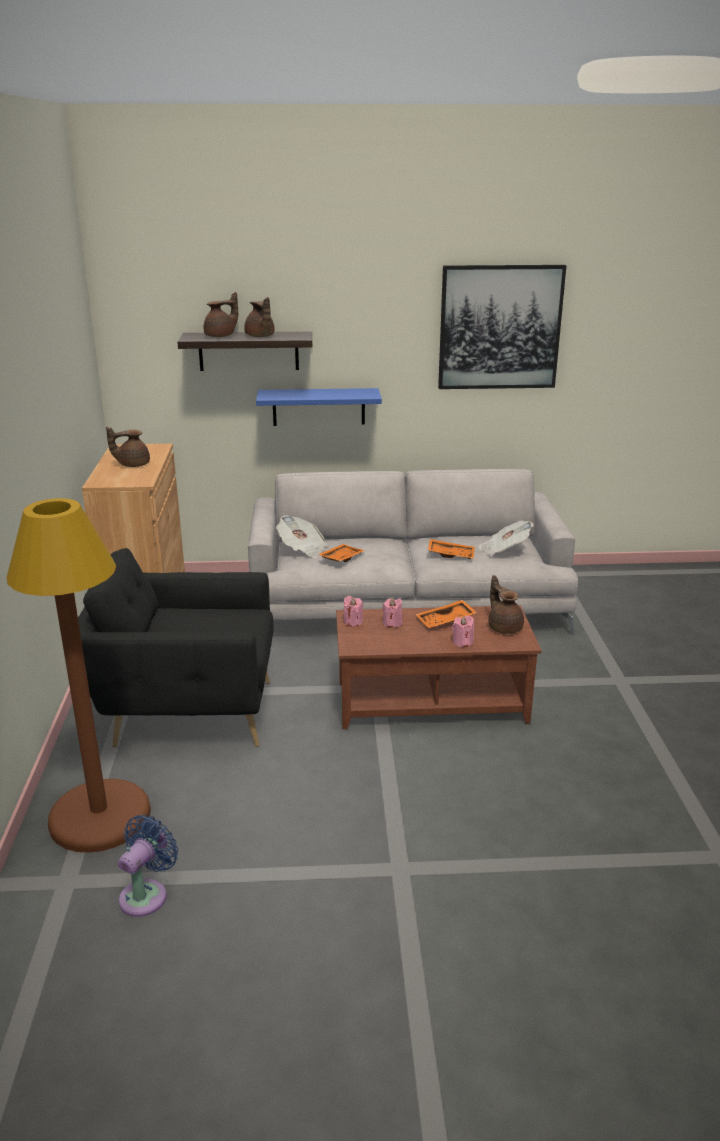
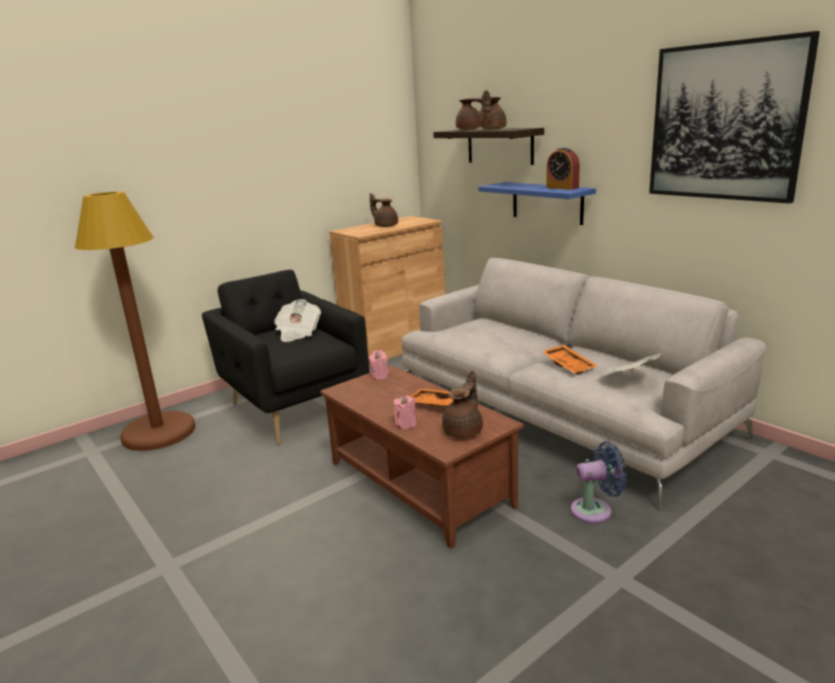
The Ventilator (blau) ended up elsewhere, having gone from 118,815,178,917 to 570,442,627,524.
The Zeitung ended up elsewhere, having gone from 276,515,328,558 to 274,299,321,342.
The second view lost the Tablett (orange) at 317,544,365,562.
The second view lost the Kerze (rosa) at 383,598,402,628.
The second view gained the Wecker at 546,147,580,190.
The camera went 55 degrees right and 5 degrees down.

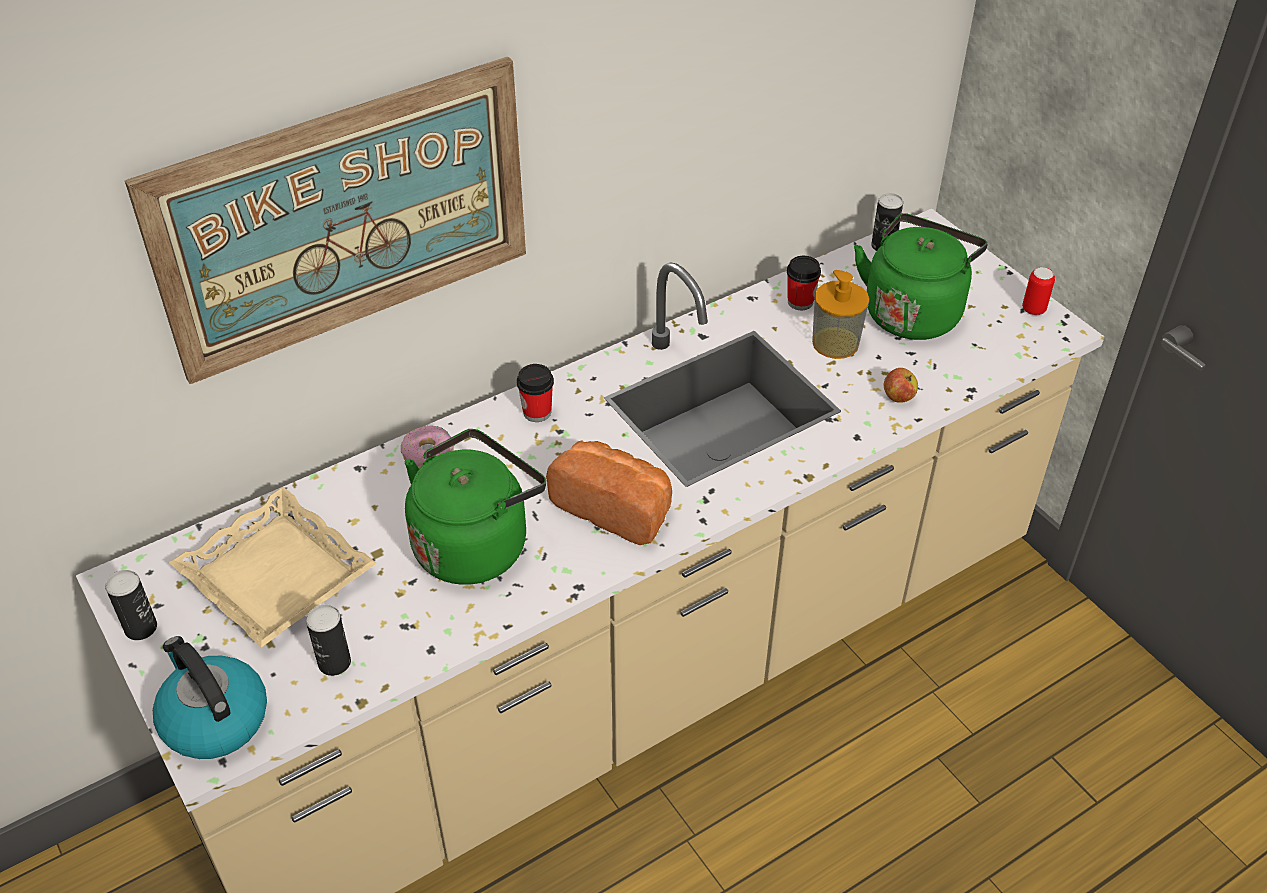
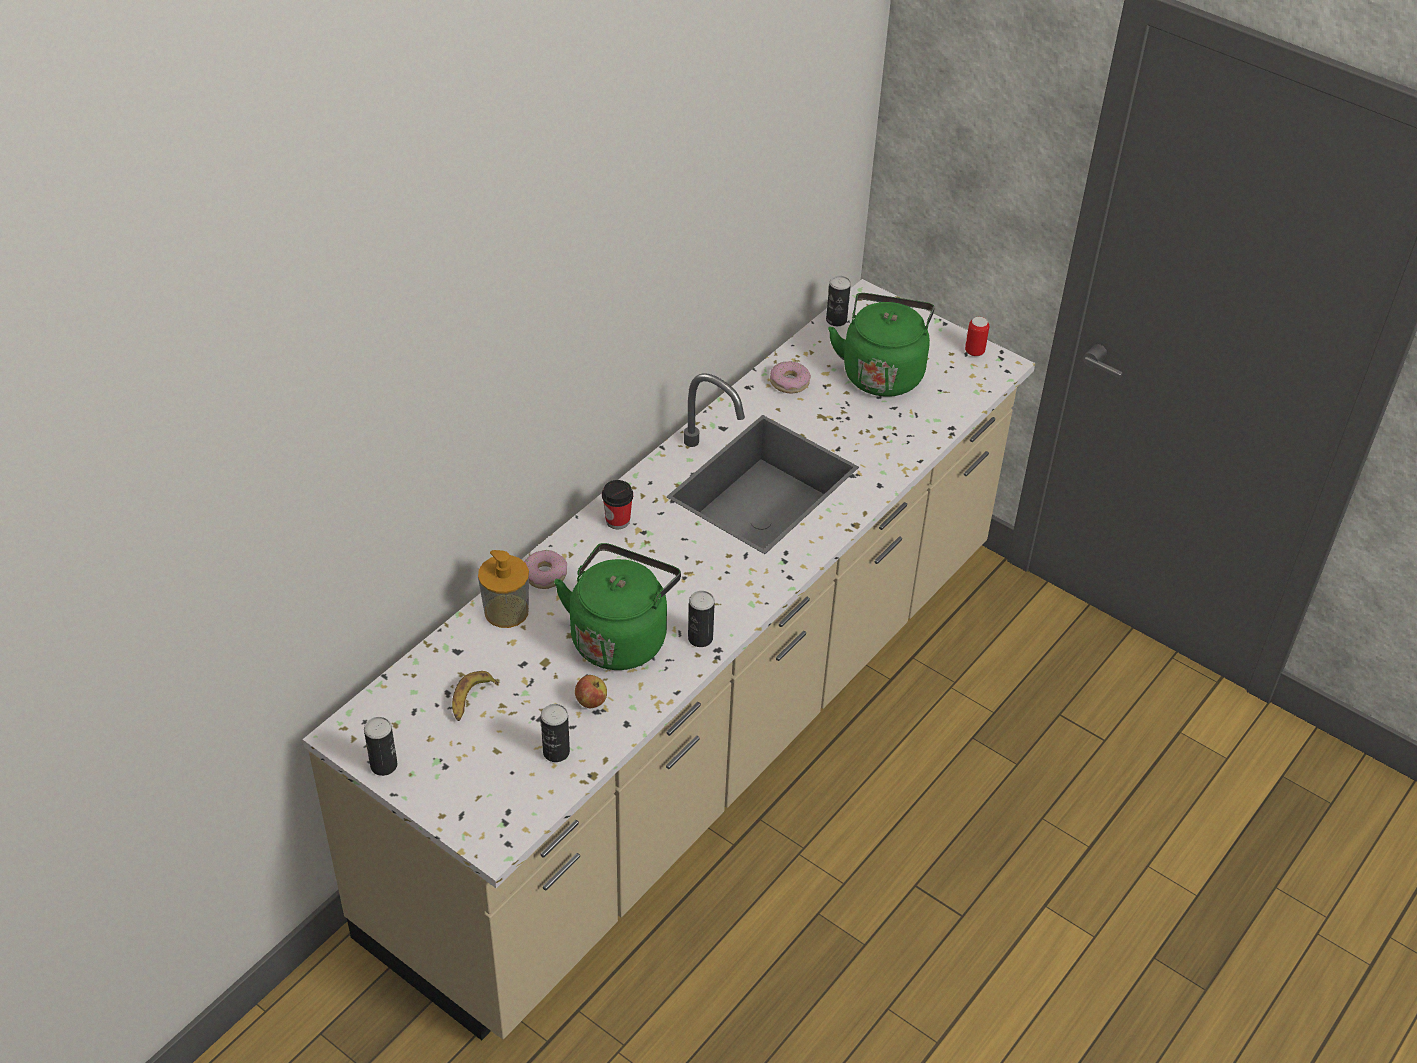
The second view lost the Bild at 125,57,526,384.
The second view lost the Wasserkessel at 153,636,267,759.
Where the Tablett (beige) stood at 169,487,377,648, the Banane came to stand at 452,671,498,721.
The second view lost the Brot at 546,440,672,545.
Where the Tasse stood at 787,256,821,310, the Donut came to stand at 770,361,811,393.
The Seifenspender ended up elsewhere, having gone from 812,270,869,359 to 478,550,529,628.
The Apfel ended up elsewhere, having gone from 884,368,918,403 to 575,675,607,708.
The second view gained the Dose at 688,591,715,647.
The camera went 20 degrees left and 0 degrees up.

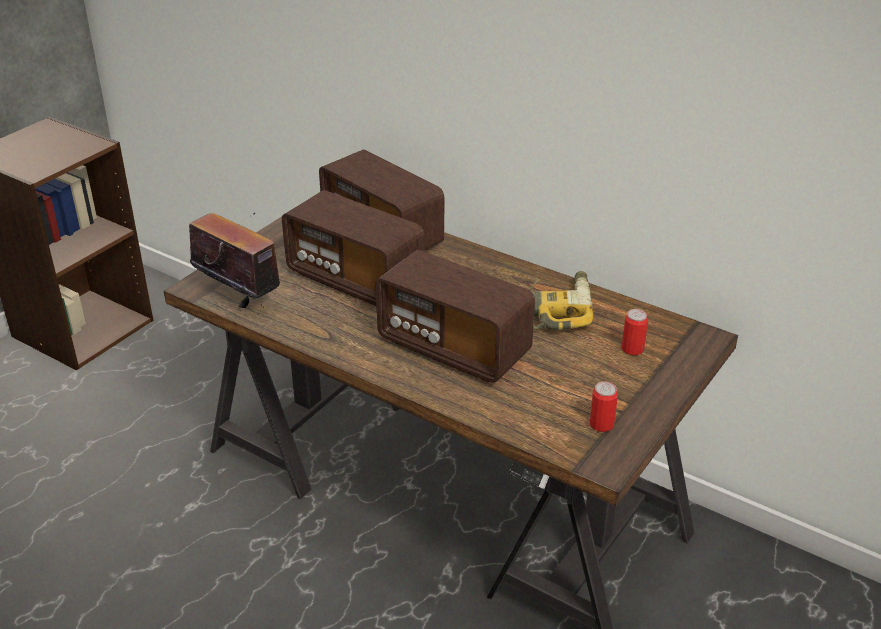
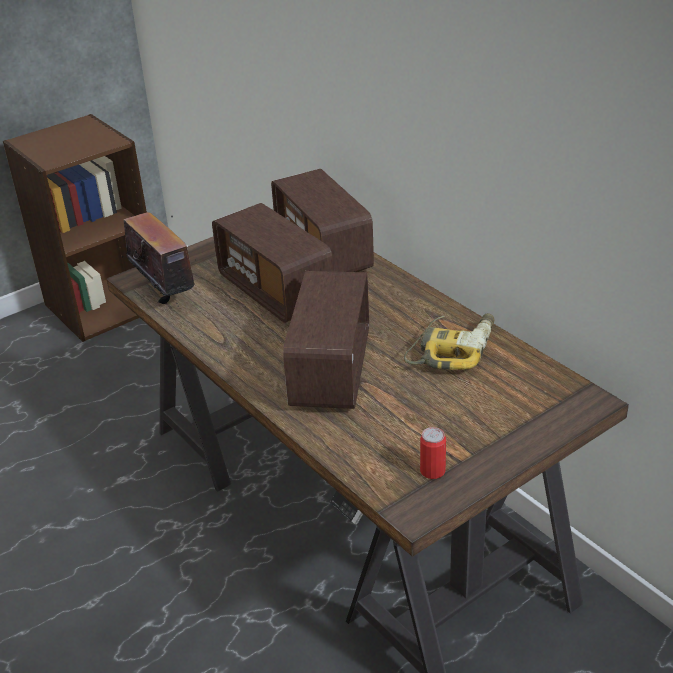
The Radio at 375,250,535,383 ended up facing another way, 135 degrees counterclockwise from before.
The second view lost the Dose at 622,309,648,355.
The camera went 20 degrees right and 0 degrees up.

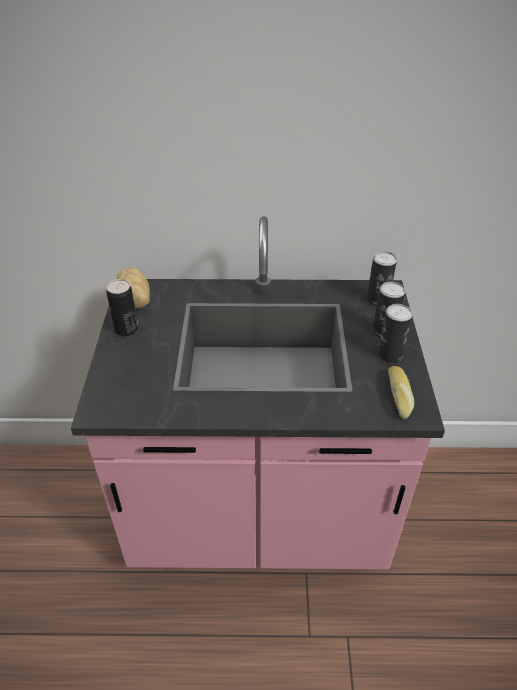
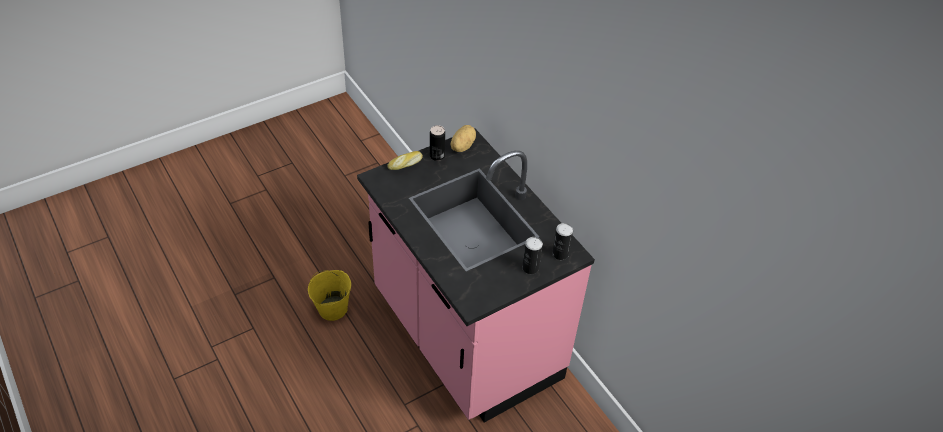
The second view lost the Dose at 378,304,413,363.
The Brot ended up elsewhere, having gone from 388,366,414,419 to 387,151,423,170.
The second view gained the Eimer (gelb) at 308,270,351,321.
The camera went 55 degrees right and 5 degrees up.

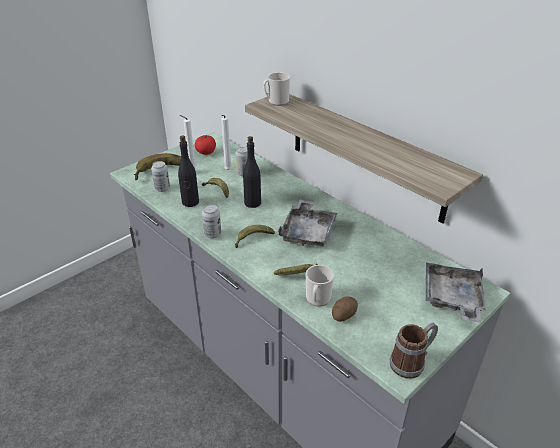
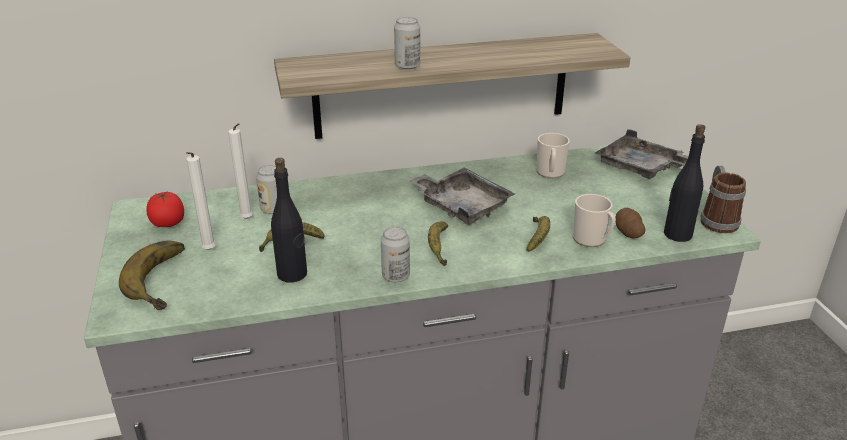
The Dose ended up elsewhere, having gone from 151,161,170,192 to 394,17,420,70.
The Flasche (schwarz) ended up elsewhere, having gone from 243,136,261,208 to 664,124,706,242.
The Henkelbecher ended up elsewhere, having gone from 263,72,290,106 to 537,133,570,178.
The camera went 60 degrees left and 5 degrees down.

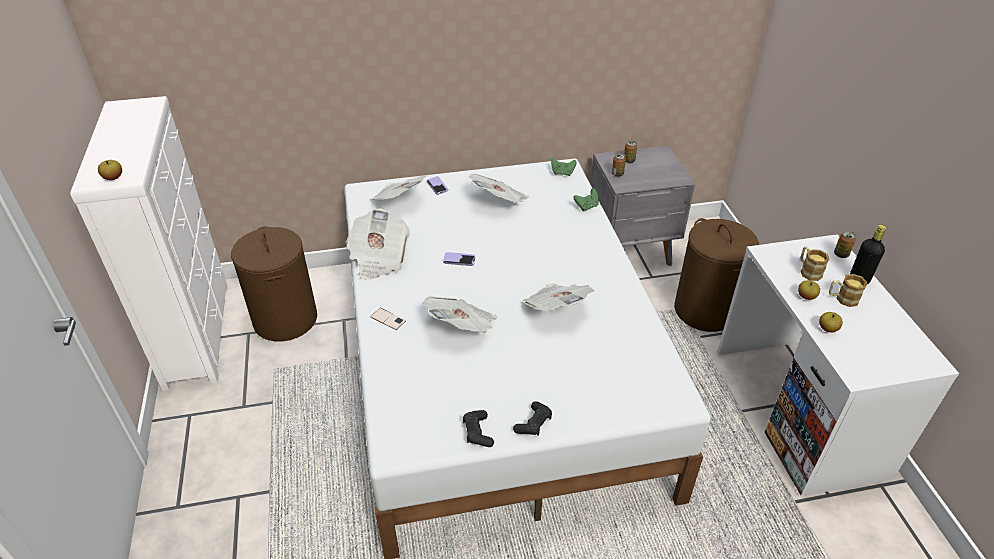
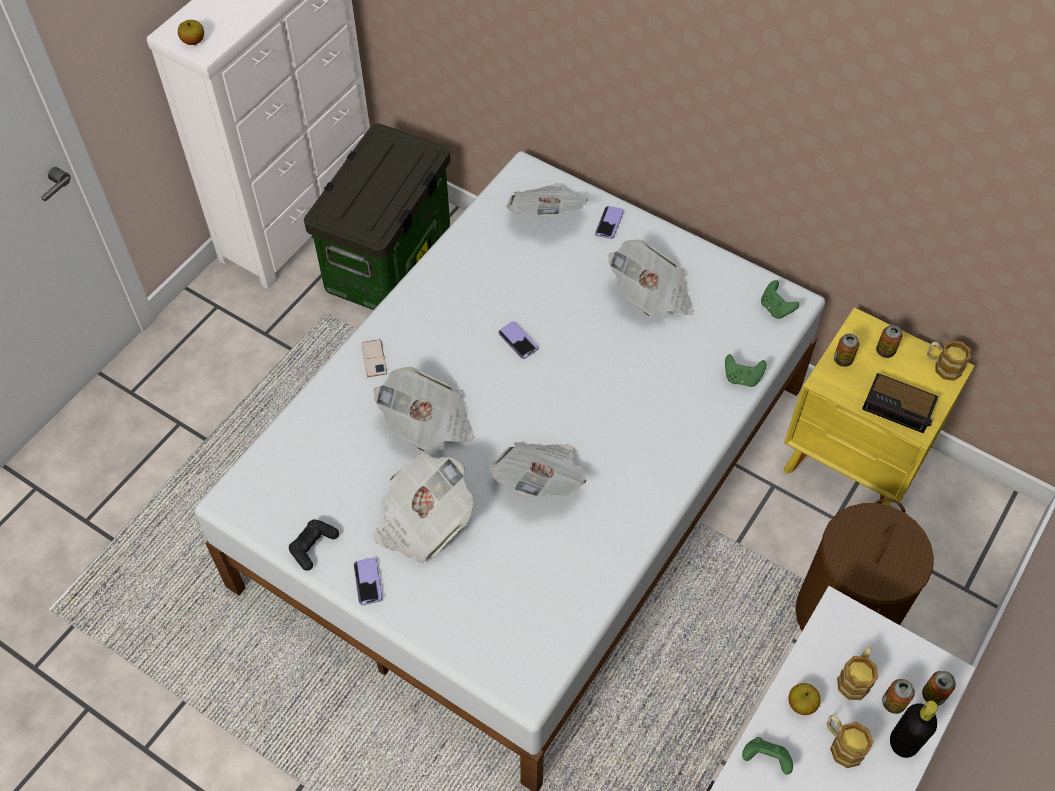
Where the Wäschekorb (braun) stood at 231,226,317,342, the Aufbewahrungsbox came to stand at 304,123,451,310.
The Zeitung ended up elsewhere, having gone from 346,208,410,280 to 373,453,473,563.
Where the Gamepad (schwarz) stood at 513,401,552,436, the Handy came to stand at 354,557,382,605.
What was the Nachttisch (grau) at 590,146,695,266 turned into the Nachttisch (gelb) at 783,307,975,506.
Where the Apfel stood at 819,312,843,333, the Gamepad (grün) came to stand at 742,737,793,775.
The second view gained the Wecker at 862,373,938,433.
The second view gained the Dose at 882,679,915,714.
The second view gained the Henkelbecher at 927,340,971,381.
The camera went 45 degrees right and 15 degrees up.

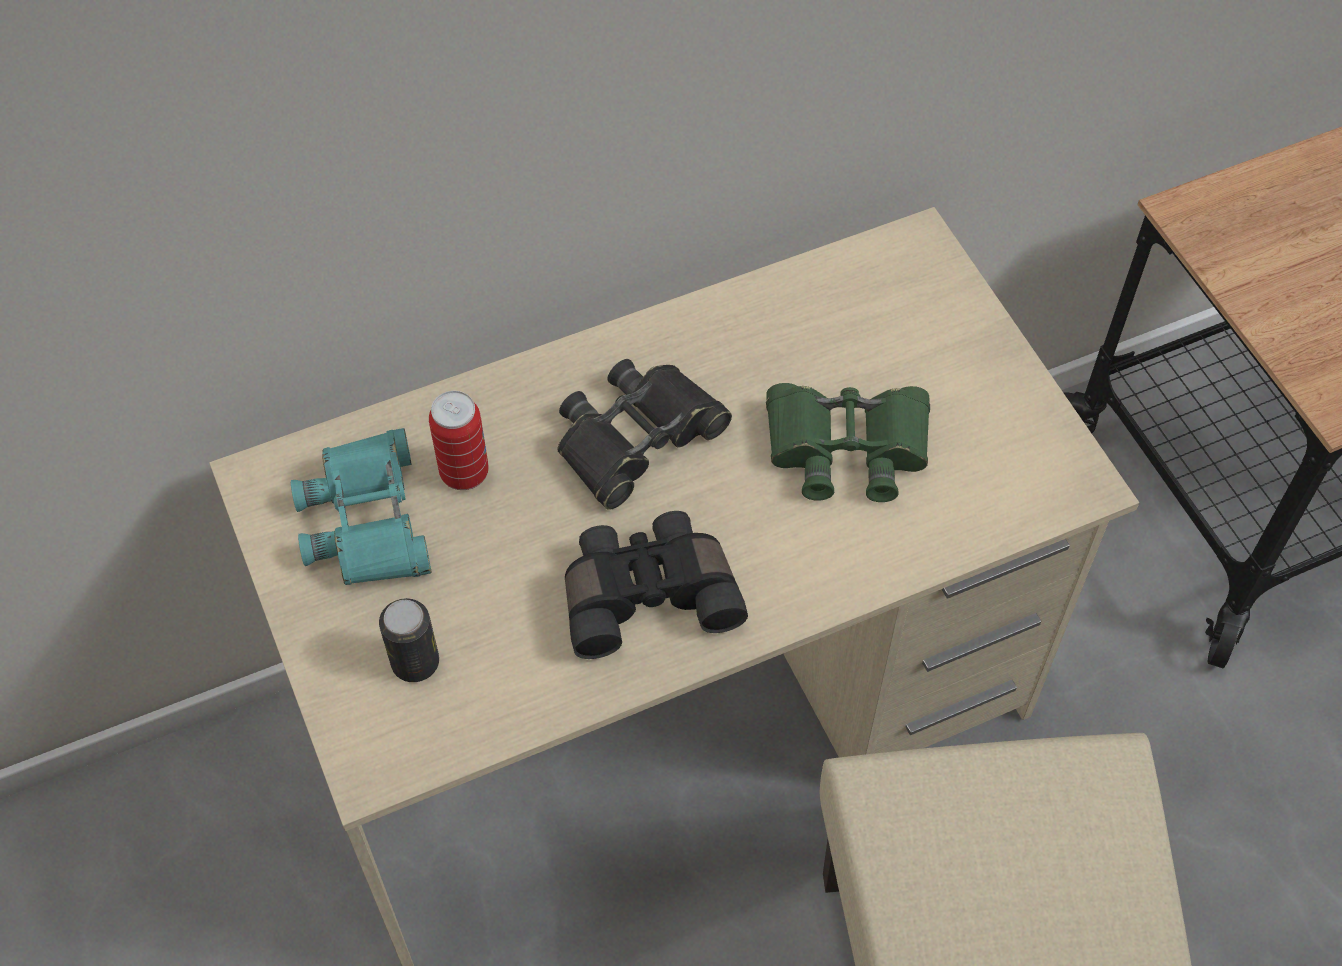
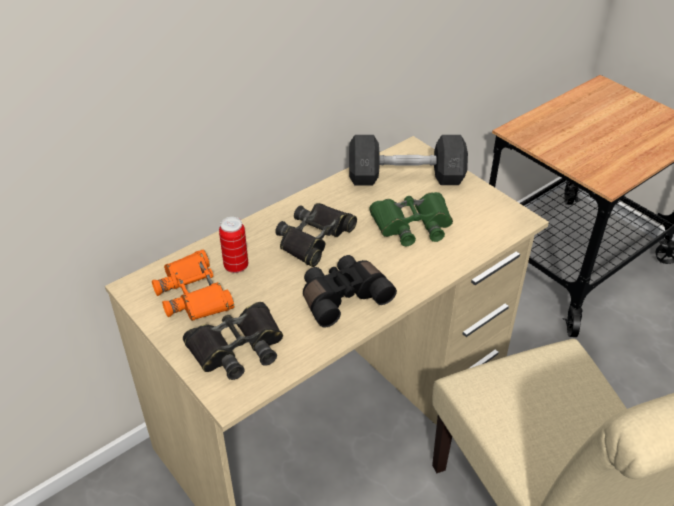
What was the Fernglas (türkis) at 291,428,432,585 turned into the Fernglas (orange) at 152,250,234,321.
Where the Dose stood at 379,598,439,682, the Fernglas (schwarz) came to stand at 183,302,283,380.
The second view gained the Hantel (grau) at 349,135,468,185.
The camera went 15 degrees left and 15 degrees down.

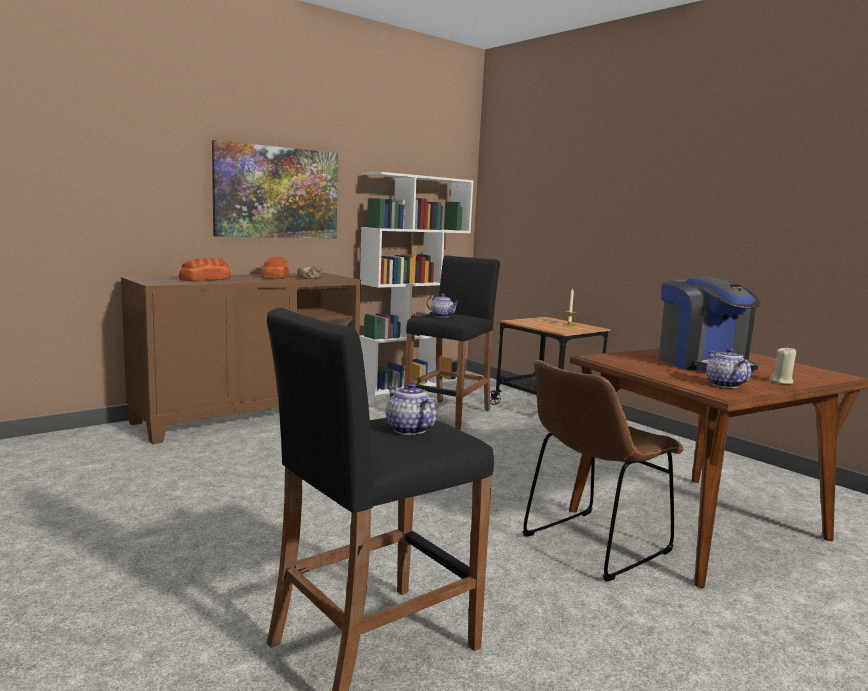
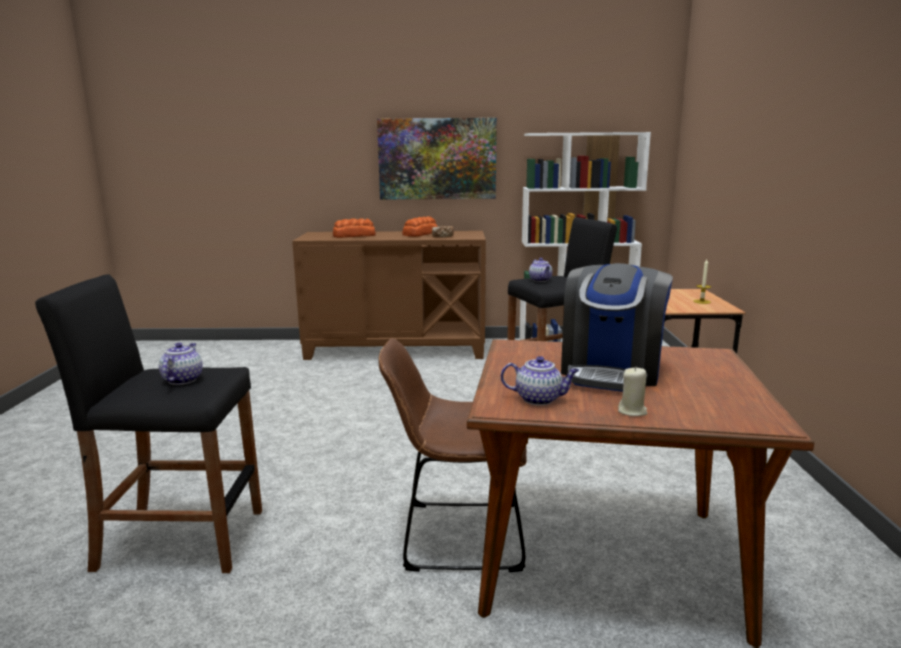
The Teekanne at 706,348,751,388 ended up facing another way, 75 degrees clockwise from before.
The camera went 40 degrees right and 5 degrees up.

